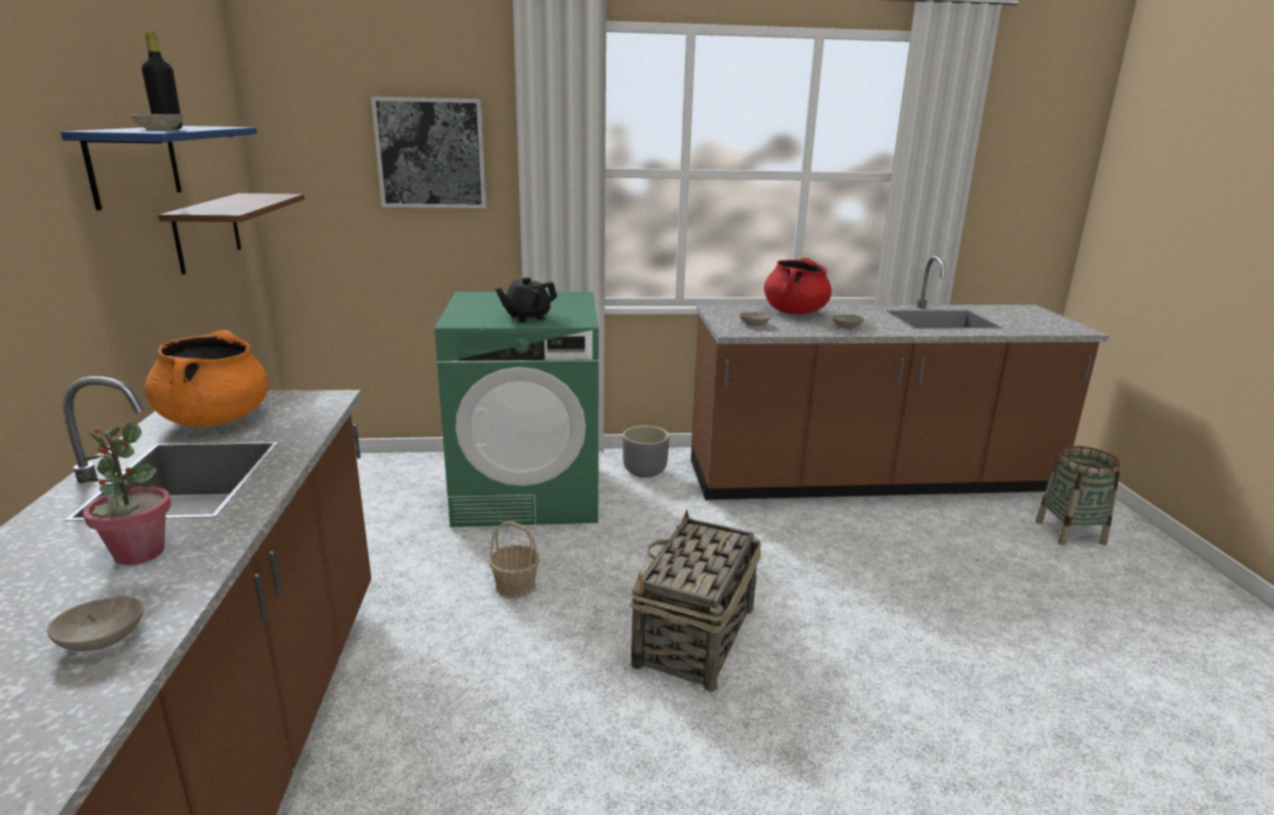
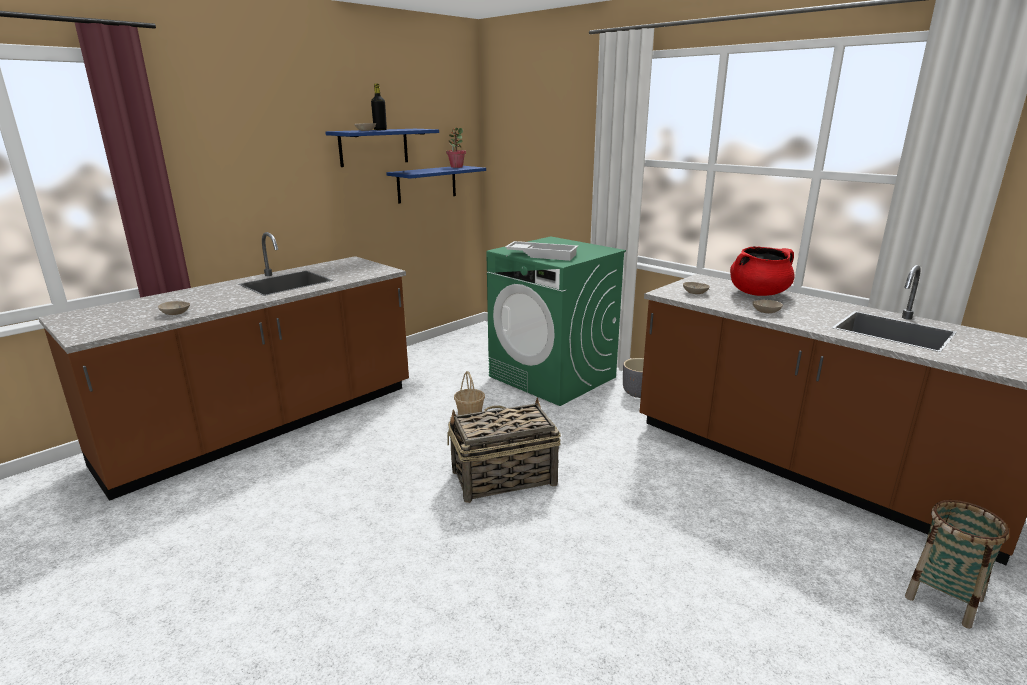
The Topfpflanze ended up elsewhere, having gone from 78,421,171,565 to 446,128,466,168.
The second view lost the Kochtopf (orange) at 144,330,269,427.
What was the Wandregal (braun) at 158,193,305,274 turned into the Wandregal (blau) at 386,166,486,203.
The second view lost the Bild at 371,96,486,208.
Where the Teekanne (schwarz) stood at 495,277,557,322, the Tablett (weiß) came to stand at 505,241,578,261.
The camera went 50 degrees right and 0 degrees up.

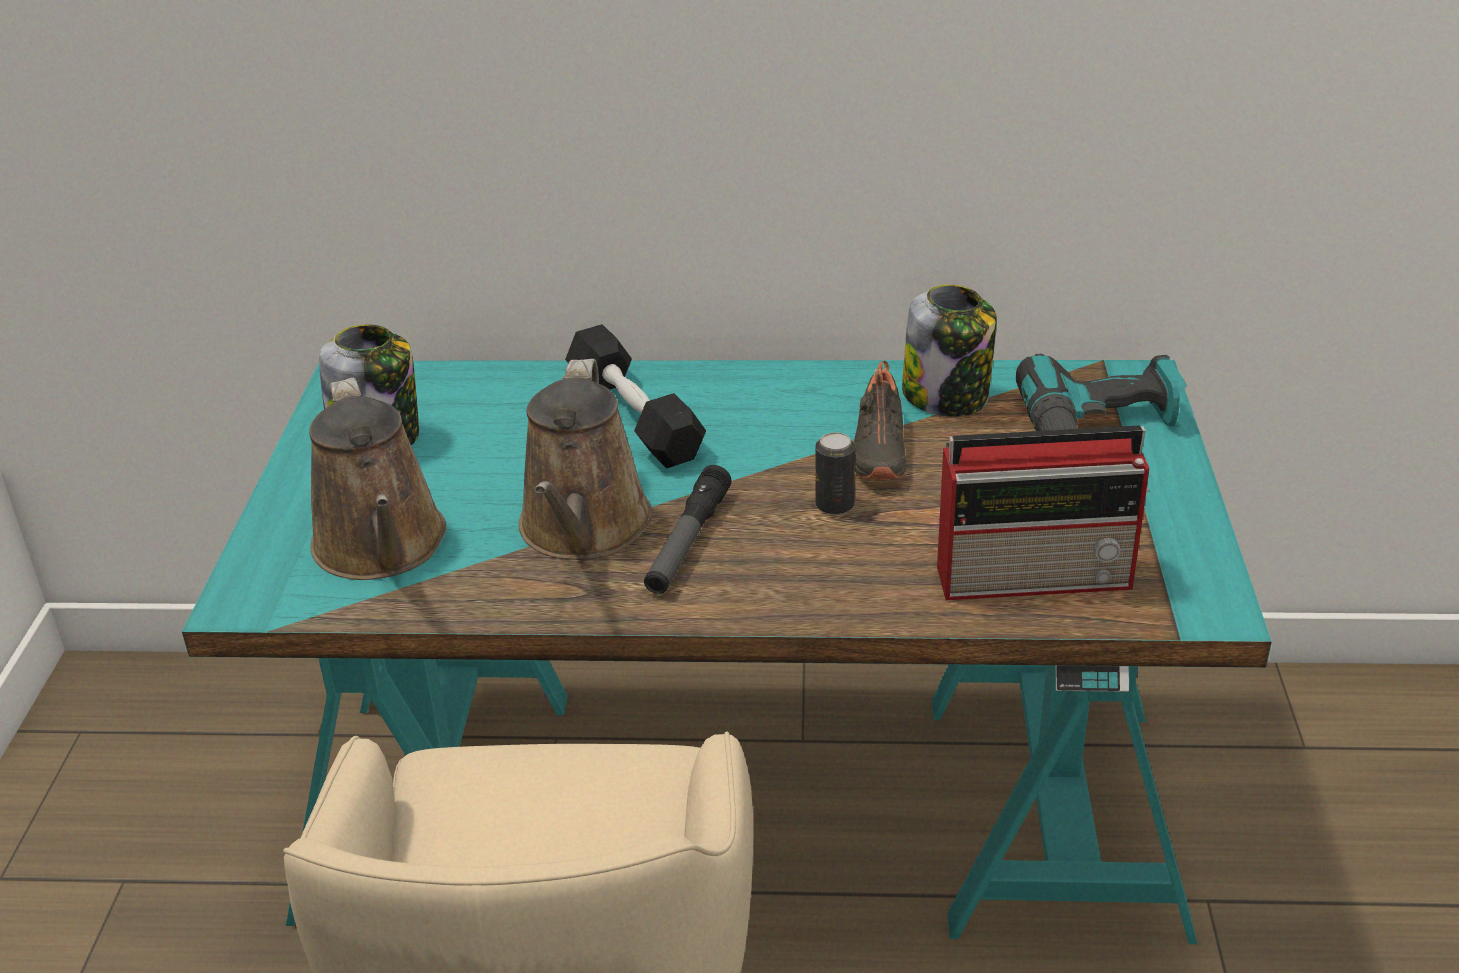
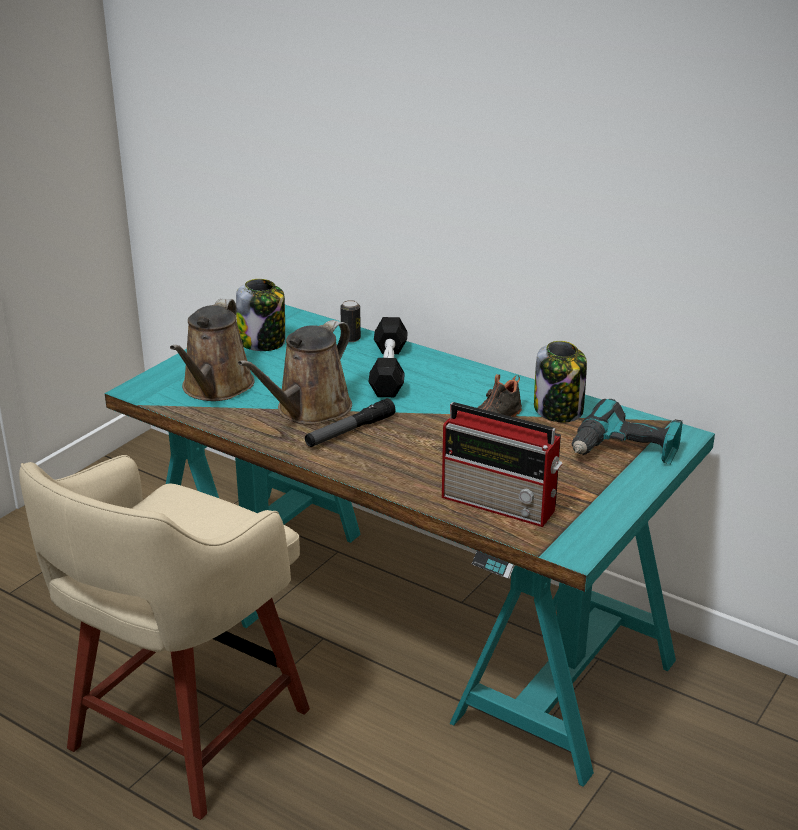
The Dose ended up elsewhere, having gone from 815,432,855,515 to 340,300,361,342.
The camera went 30 degrees right and 5 degrees down.

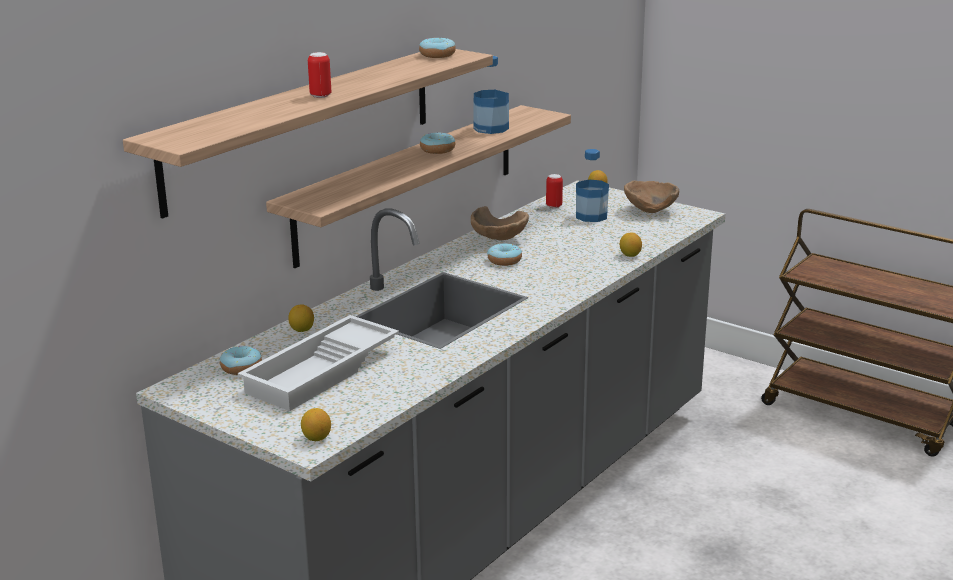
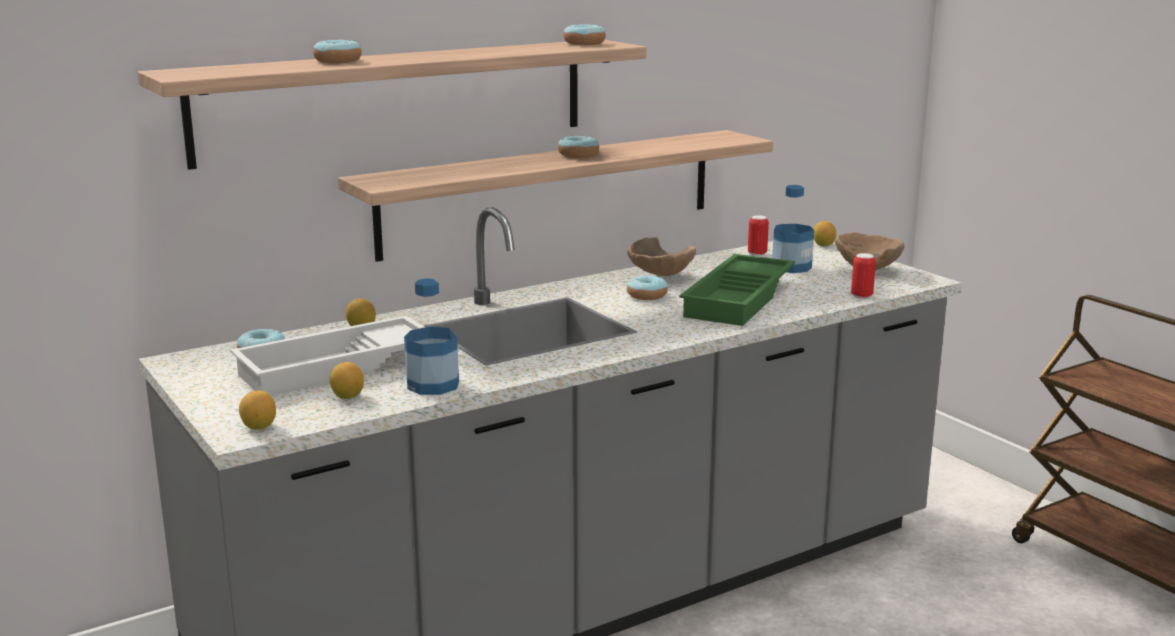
The Dose ended up elsewhere, having gone from 308,52,331,98 to 851,253,876,299.
The Flasche ended up elsewhere, having gone from 474,56,509,134 to 404,278,459,395.
The Zitrone ended up elsewhere, having gone from 620,232,642,257 to 330,362,364,399.
The second view gained the Donut at 313,39,362,63.
The second view gained the Tablett (grün) at 679,254,795,326.
The camera went 20 degrees right and 5 degrees down.

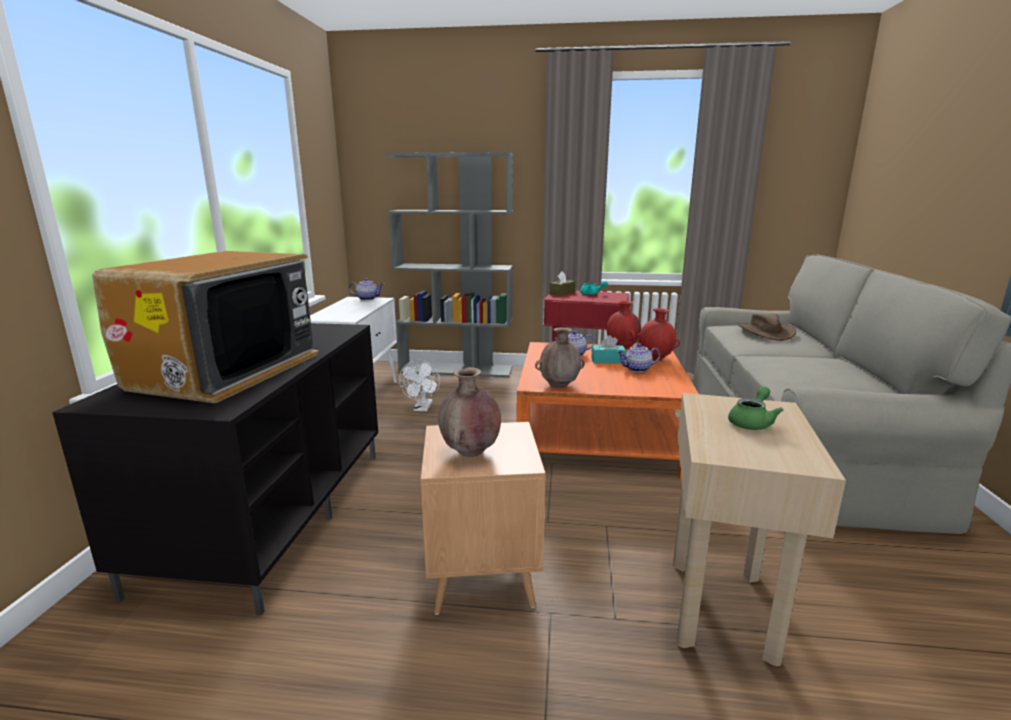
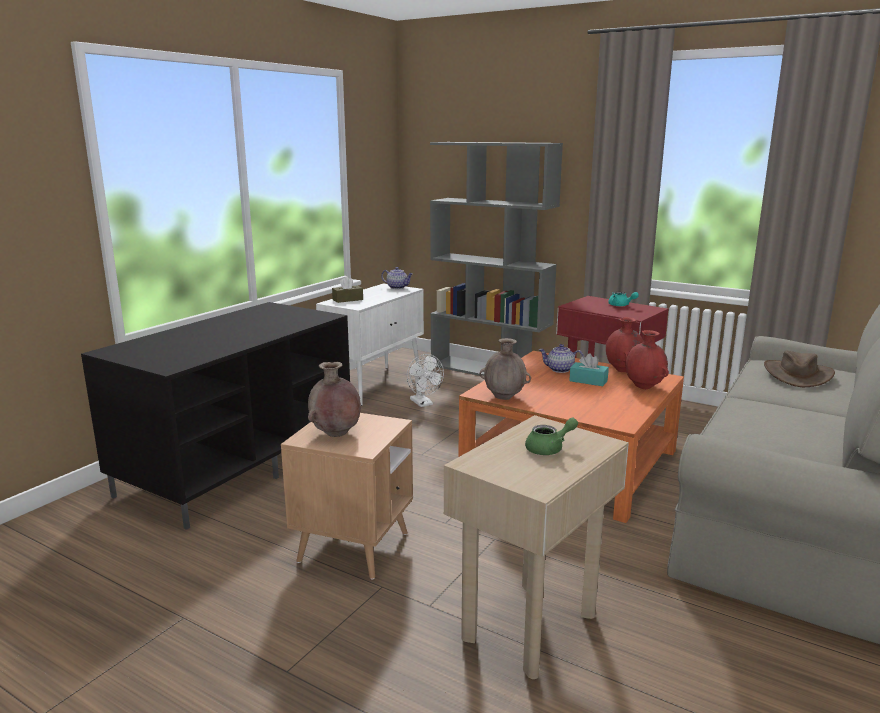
The second view lost the Fernseher at 92,251,319,403.
The Ventilator (weiß) at 399,360,440,411 ended up facing another way, 60 degrees counterclockwise from before.
The Taschentuchbox (braun) ended up elsewhere, having gone from 550,271,575,296 to 332,276,363,303.
The second view lost the Teekanne at 617,343,660,372.
The camera went 25 degrees right and 0 degrees up.

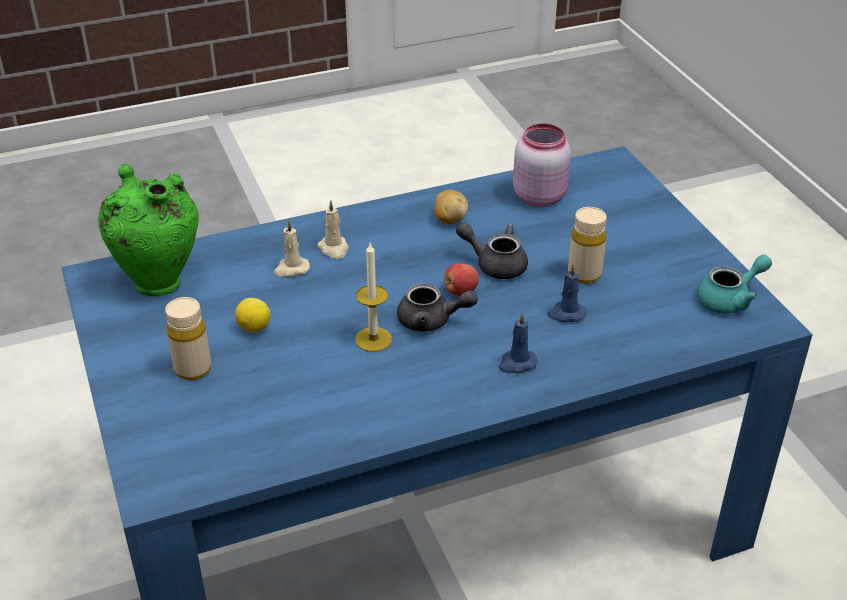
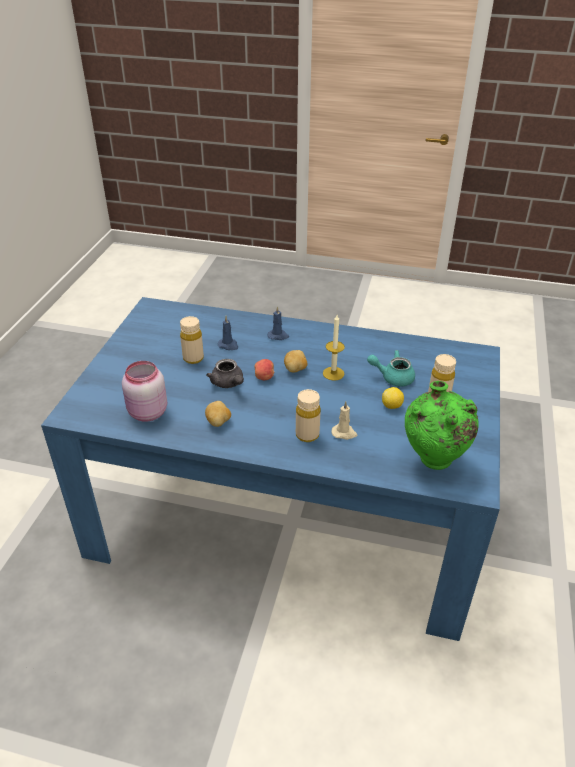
Where the Kerze (beige) stood at 317,200,348,259, the Flasche (beige) came to stand at 296,389,321,442.
Where the Teekanne (grau) stood at 397,283,478,332, the Kartoffel came to stand at 284,350,308,373.
The Teekanne (türkis) ended up elsewhere, having gone from 697,255,772,314 to 367,350,415,387.
The camera went 145 degrees left and 0 degrees up.

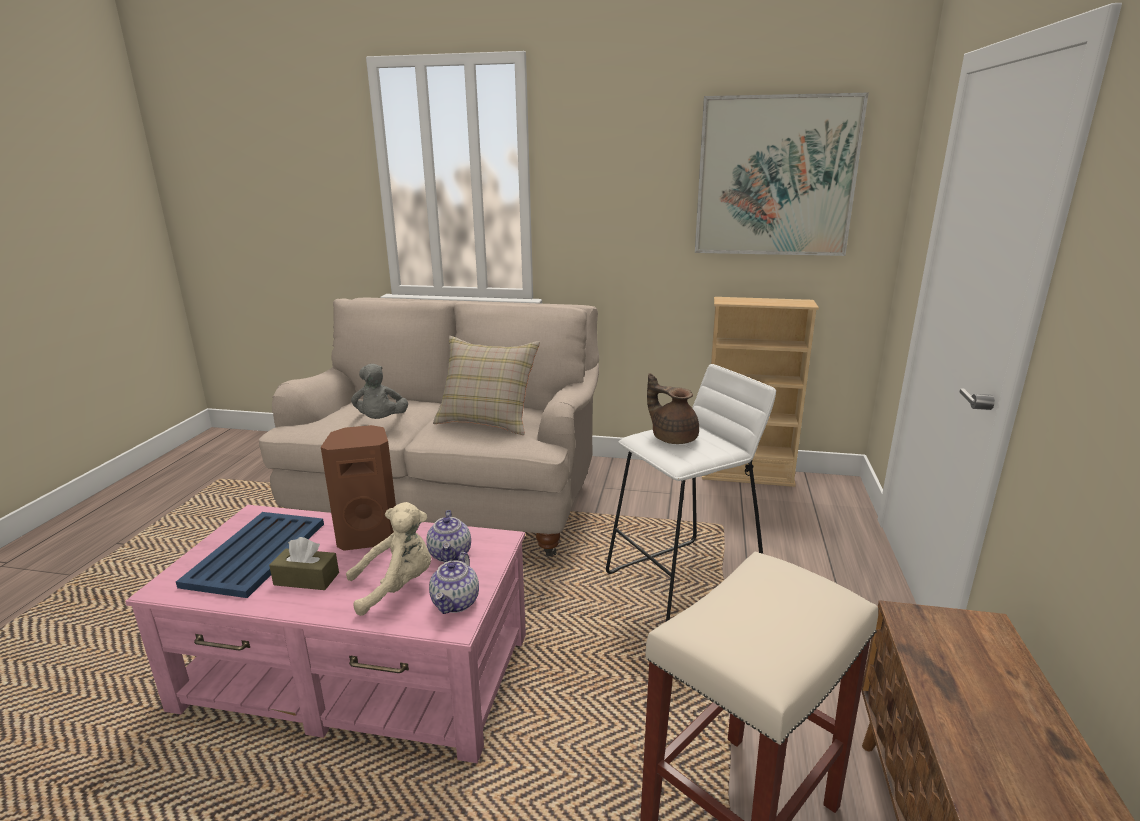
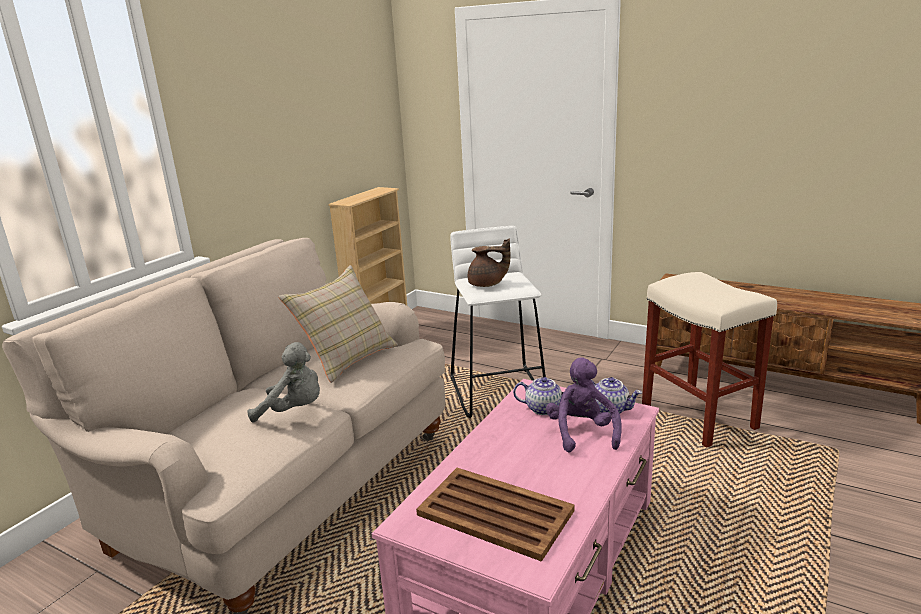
What was the Tablett (blau) at 176,512,324,598 turned into the Tablett (braun) at 416,468,575,562.
The second view lost the Taschentuchbox (braun) at 269,537,339,590.
The second view lost the Lautsprecher (braun) at 321,425,396,551.
What was the Plüschtier (beige) at 346,502,431,616 turned into the Plüschtier (lila) at 546,358,622,452.
The Teekanne (braun) at 647,373,699,444 ended up facing another way, 150 degrees counterclockwise from before.
The second view lost the Bild at 695,93,869,256.
The camera went 70 degrees left and 0 degrees up.

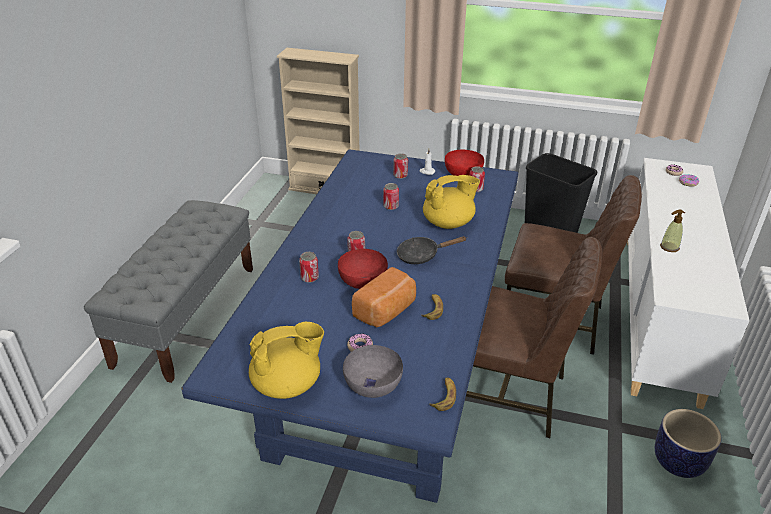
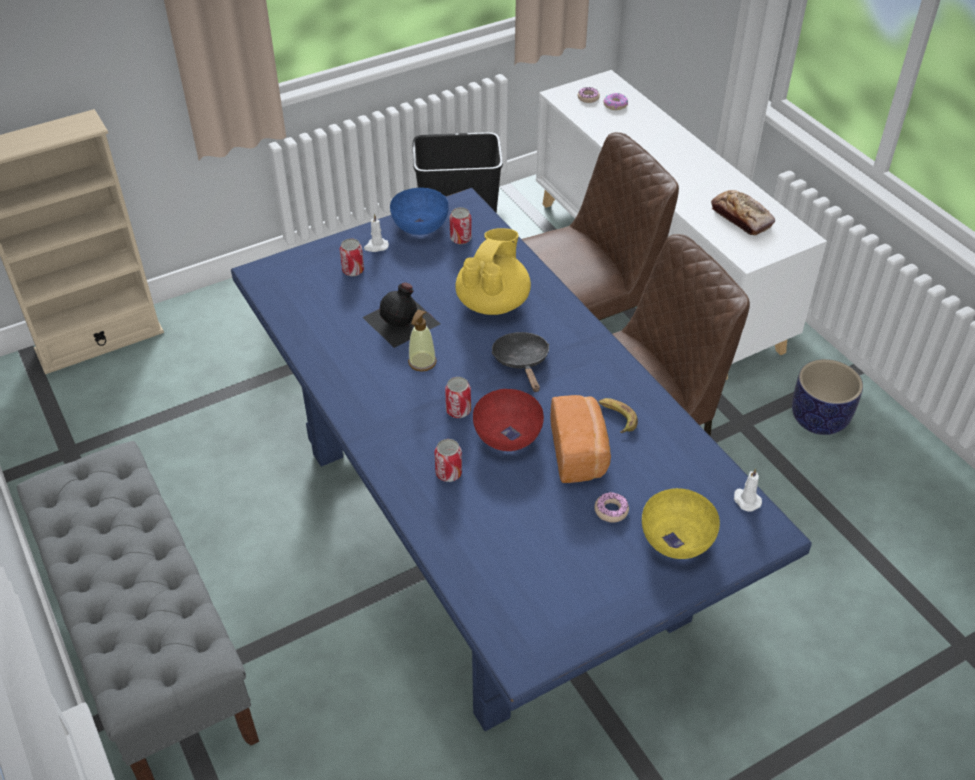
The second view lost the Teekanne (gelb) at 249,321,324,399.
What was the Schüssel (grau) at 343,345,403,398 turned into the Schüssel (gelb) at 642,488,720,559.
Where the Dose stood at 383,183,399,210, the Flasche (schwarz) came to stand at 362,282,440,348.
The Pfanne (schwarz) at 397,236,467,264 ended up facing another way, 135 degrees clockwise from before.
Where the Banane stood at 429,378,456,411, the Kerze (weiß) came to stand at 734,468,762,512.
What was the Schüssel (rot) at 445,149,484,176 turned into the Schüssel (blau) at 390,188,449,235.
The Seifenspender ended up elsewhere, having gone from 660,209,685,252 to 408,309,437,372.
The second view gained the Brot at 711,190,775,235.
The camera went 45 degrees left and 10 degrees up.

